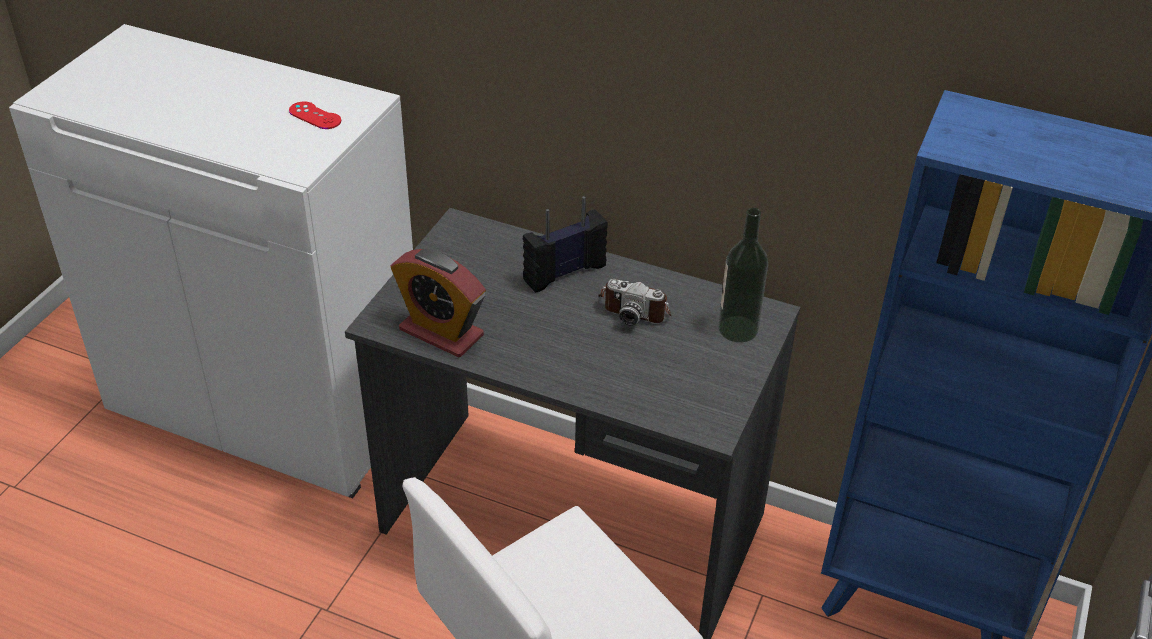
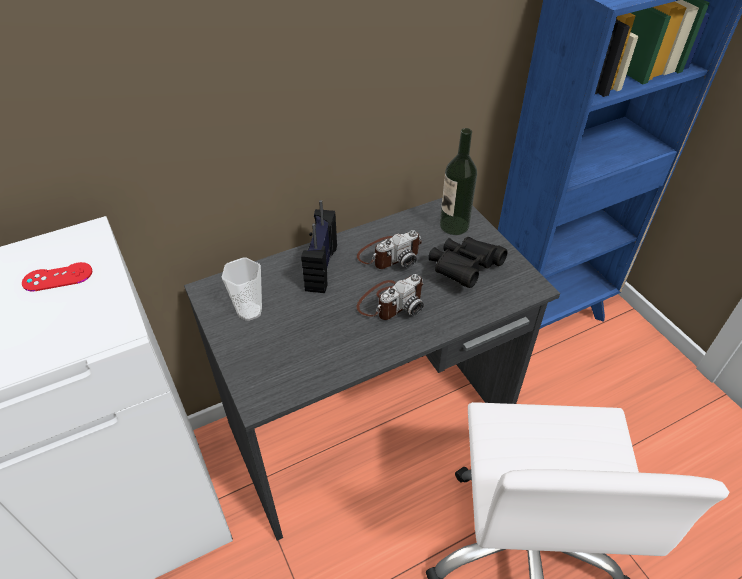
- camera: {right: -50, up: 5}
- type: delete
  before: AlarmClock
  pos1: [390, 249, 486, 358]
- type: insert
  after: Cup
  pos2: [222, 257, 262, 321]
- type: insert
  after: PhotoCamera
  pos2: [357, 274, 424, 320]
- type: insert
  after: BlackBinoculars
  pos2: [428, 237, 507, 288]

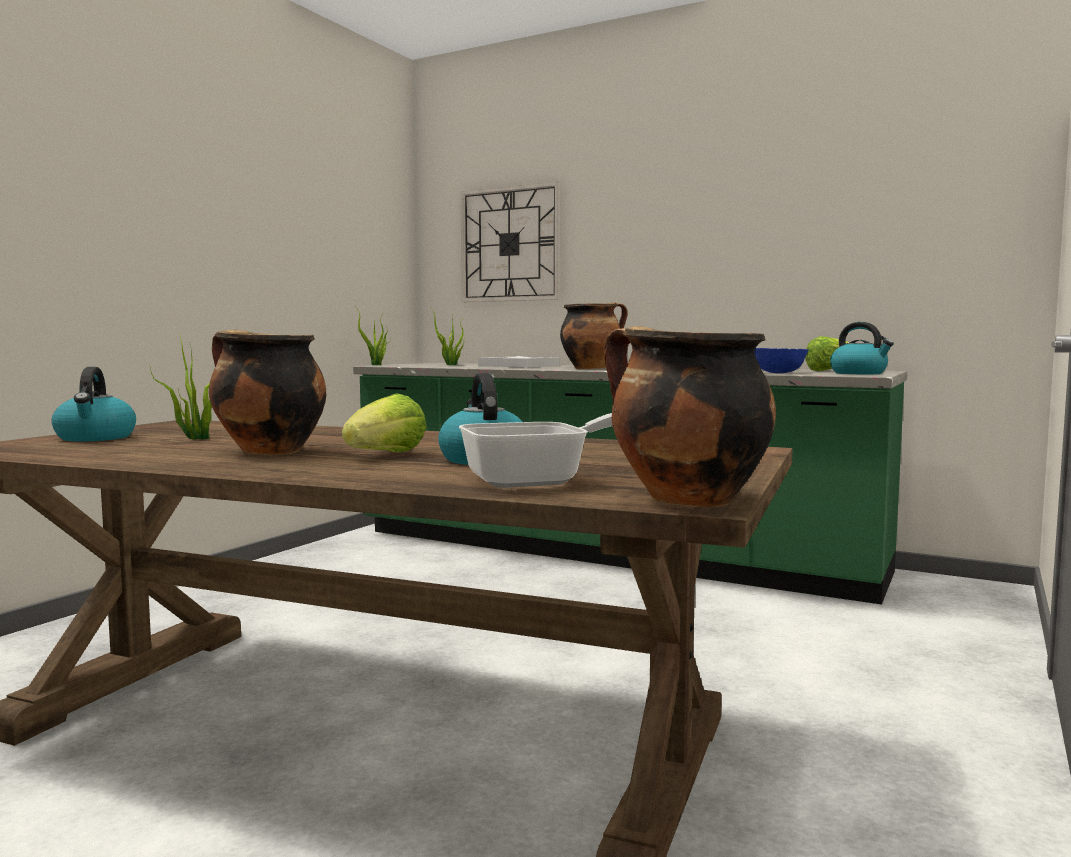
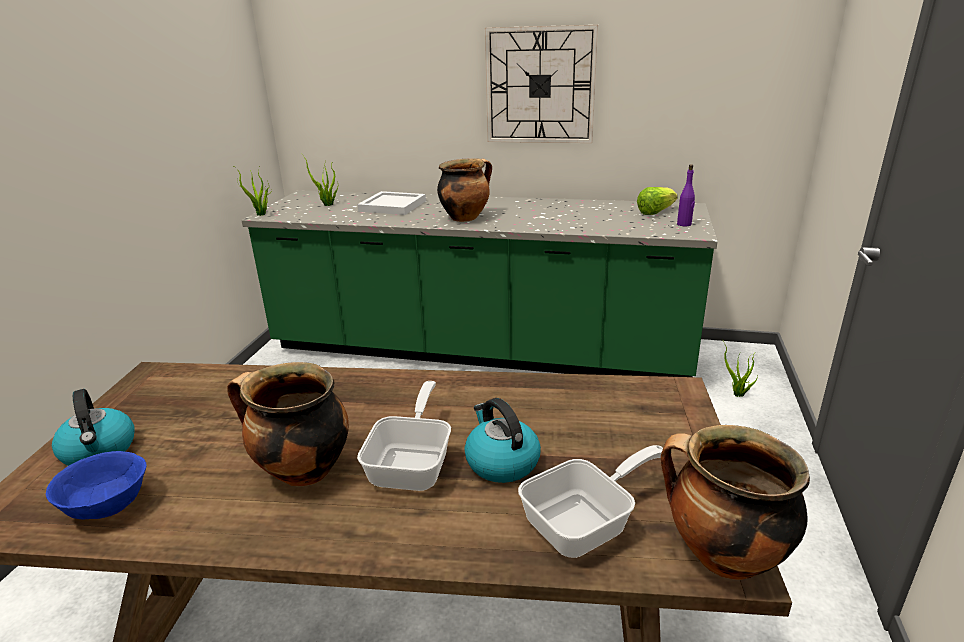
- camera: {right: -15, up: 20}
- type: move
  before: PottedPlant
  pos1: [150, 336, 212, 440]
  pos2: [722, 339, 759, 397]
- type: replace
  before: Lettuce
  after: FryingPan
  pos1: [342, 393, 427, 453]
  pos2: [357, 381, 451, 491]
- type: move
  before: WallClock
  pos1: [461, 181, 560, 302]
  pos2: [485, 25, 598, 143]
- type: move
  before: BlueBowl
  pos1: [754, 348, 809, 373]
  pos2: [46, 451, 147, 520]
- type: replace
  before: Kettle
  after: PurpleBottle
  pos1: [830, 322, 894, 374]
  pos2: [677, 164, 695, 227]

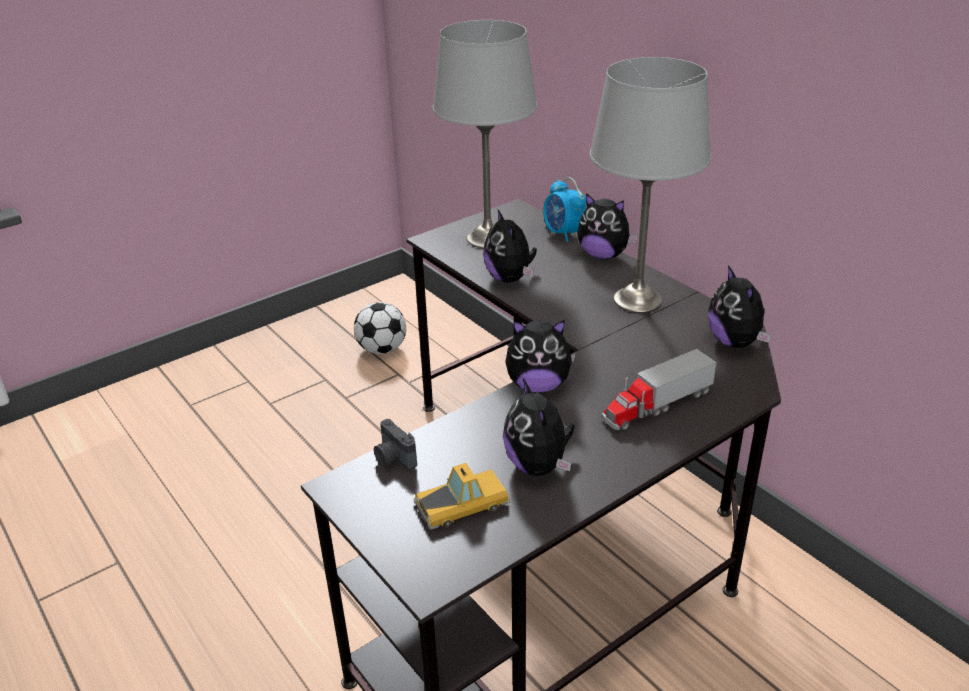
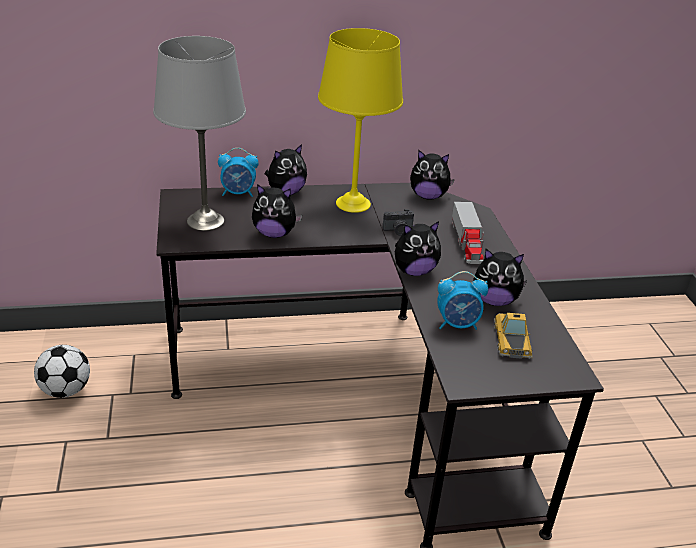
- camera: {right: -65, up: 0}
- type: move
  before: PhotoCamera
  pos1: [374, 419, 417, 470]
  pos2: [383, 209, 414, 236]
- type: rotate
  before: PlushToy
  pos1: [505, 320, 576, 393]
  pos2: [395, 221, 441, 276]
  turn: 45
- type: recolor
  before: GreyTableLamp
  after: YellowTableLamp
  pos1: [590, 57, 711, 312]
  pos2: [318, 28, 403, 213]
- type: insert
  after: AlarmClock
  pos2: [437, 271, 488, 330]

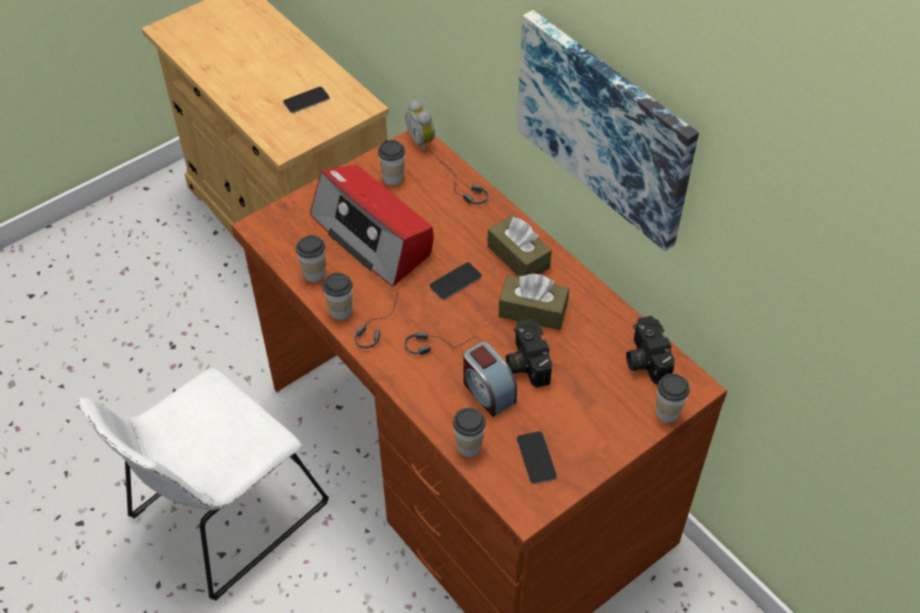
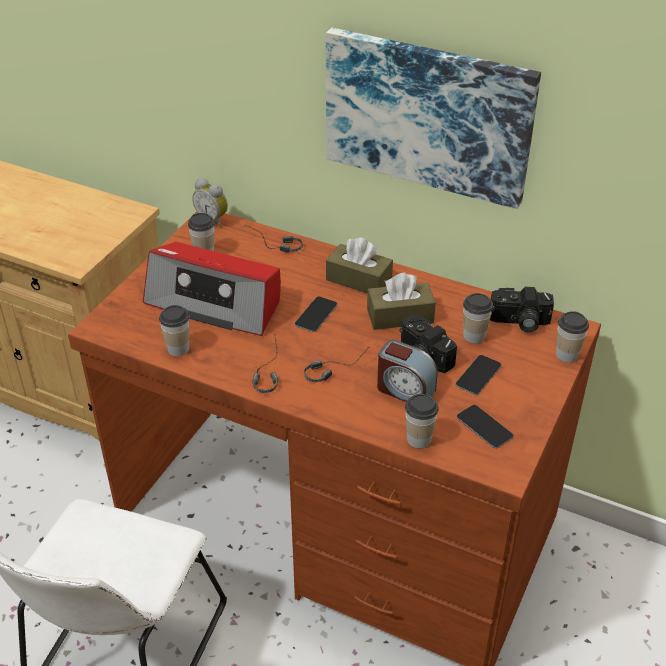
- camera: {right: -25, up: -10}
- type: move
  before: Phone
  pos1: [283, 87, 330, 113]
  pos2: [456, 355, 501, 395]
- type: move
  before: Cup
  pos1: [323, 273, 353, 320]
  pos2: [463, 293, 493, 343]
- type: rotate
  before: PhotoCamera
  pos1: [626, 316, 675, 385]
  pos2: [490, 287, 554, 332]
  turn: -45

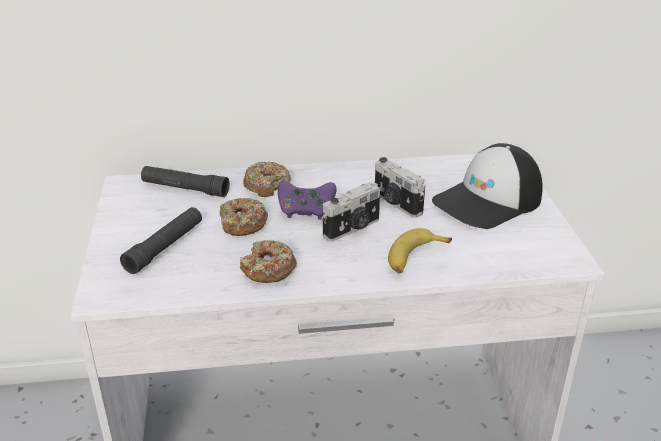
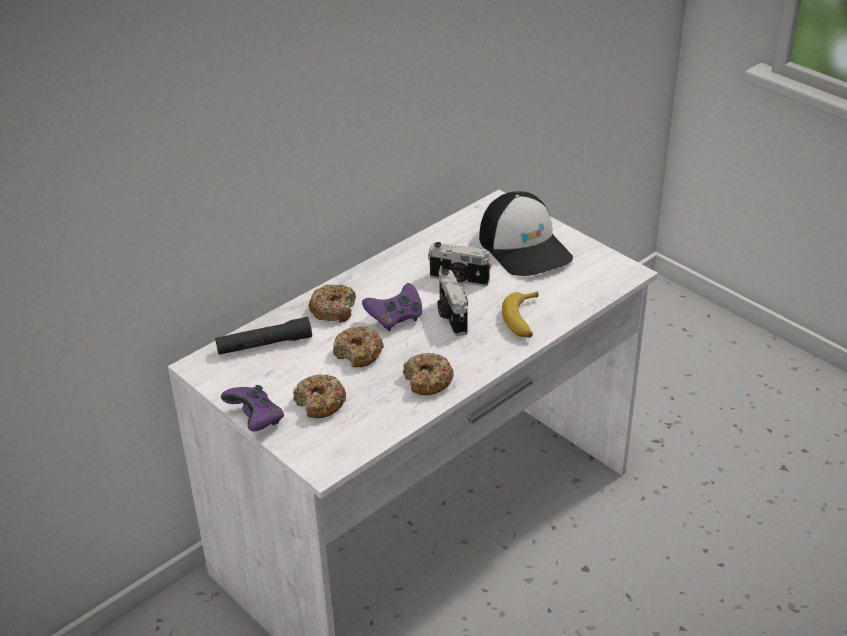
- camera: {right: -35, up: 5}
- type: replace
  before: BlackFlashlight
  after: Donut
  pos1: [120, 207, 202, 274]
  pos2: [293, 374, 346, 418]
- type: rotate
  before: PhotoCamera
  pos1: [322, 182, 380, 242]
  pos2: [437, 269, 468, 336]
  turn: 150
- type: rotate
  before: Cap
  pos1: [432, 143, 543, 229]
  pos2: [479, 191, 573, 276]
  turn: -45
- type: insert
  after: PurpleGameController
  pos2: [221, 385, 284, 431]

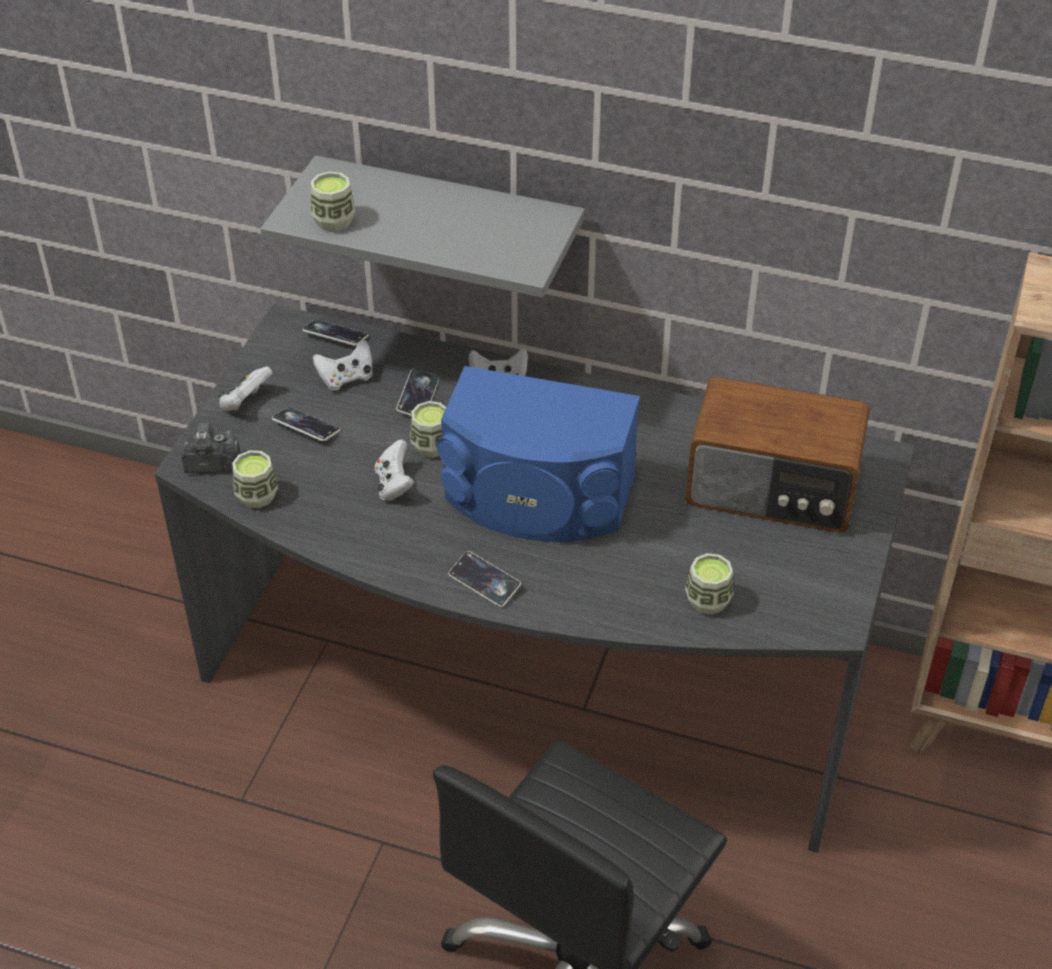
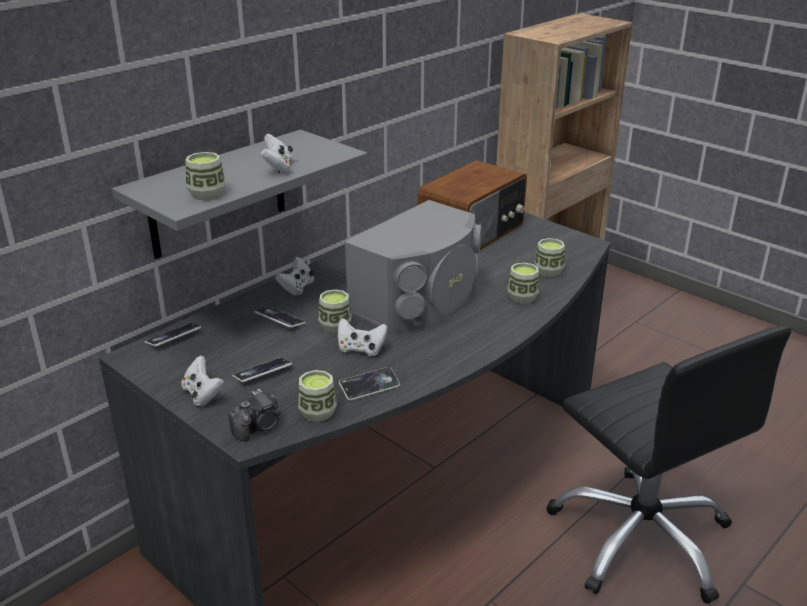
- camera: {right: -65, up: -15}
- type: rotate
  before: PhotoCamera
  pos1: [181, 422, 241, 474]
  pos2: [228, 389, 281, 442]
  turn: -150
- type: move
  before: WhiteGameController
  pos1: [313, 339, 373, 390]
  pos2: [260, 134, 293, 173]
- type: recolor
  before: BlueSpeaker
  after: GreySpeaker
  pos1: [437, 366, 640, 542]
  pos2: [345, 200, 482, 334]
- type: move
  before: Phone
  pos1: [448, 551, 521, 607]
  pos2: [339, 367, 400, 401]
- type: insert
  after: Cup
  pos2: [508, 262, 539, 304]

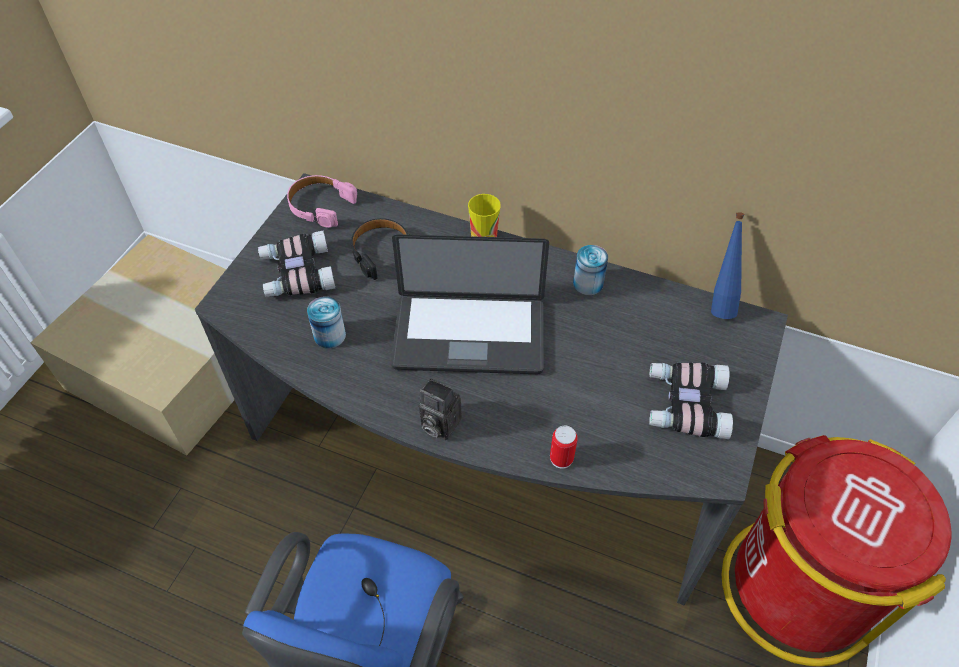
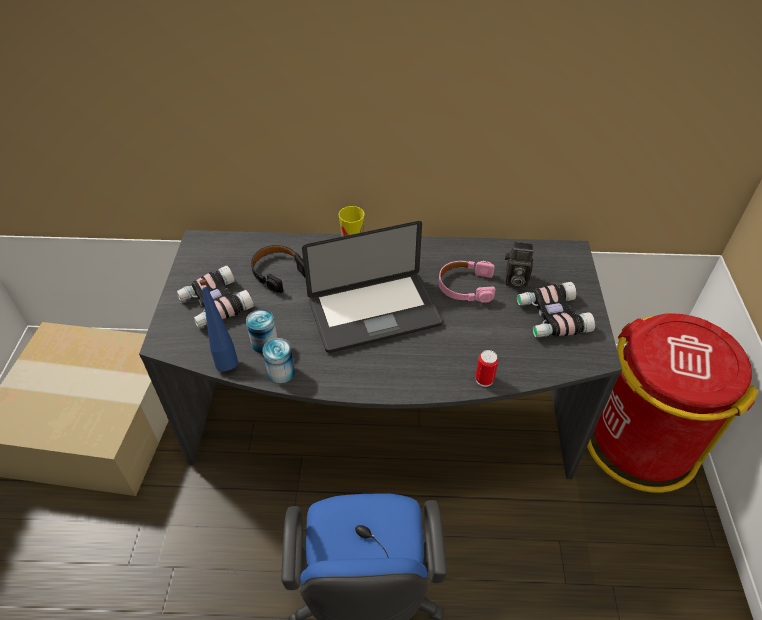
- camera: {right: -20, up: -5}
- type: move
  before: PinkHeadphones
  pos1: [287, 175, 357, 228]
  pos2: [439, 261, 495, 303]
- type: move
  before: PhotoCamera
  pos1: [419, 378, 462, 441]
  pos2: [505, 242, 534, 288]
- type: move
  before: Can
  pos1: [573, 245, 608, 295]
  pos2: [262, 338, 295, 384]
- type: move
  before: BlueBottle
  pos1: [711, 212, 745, 319]
  pos2: [199, 279, 238, 371]

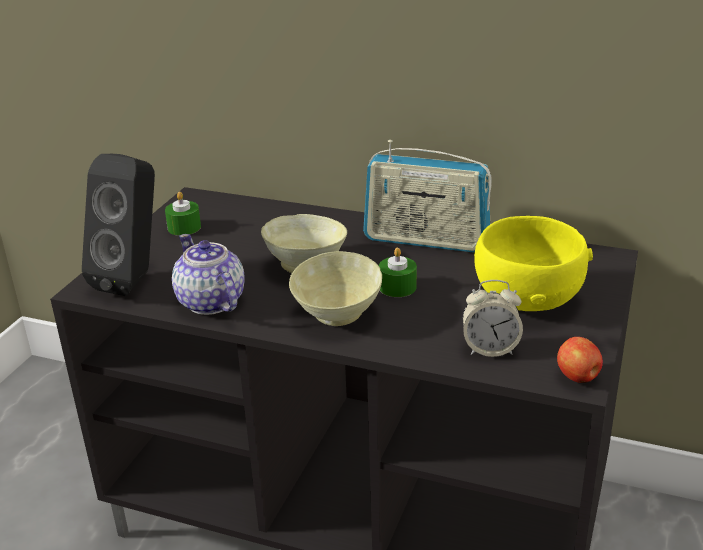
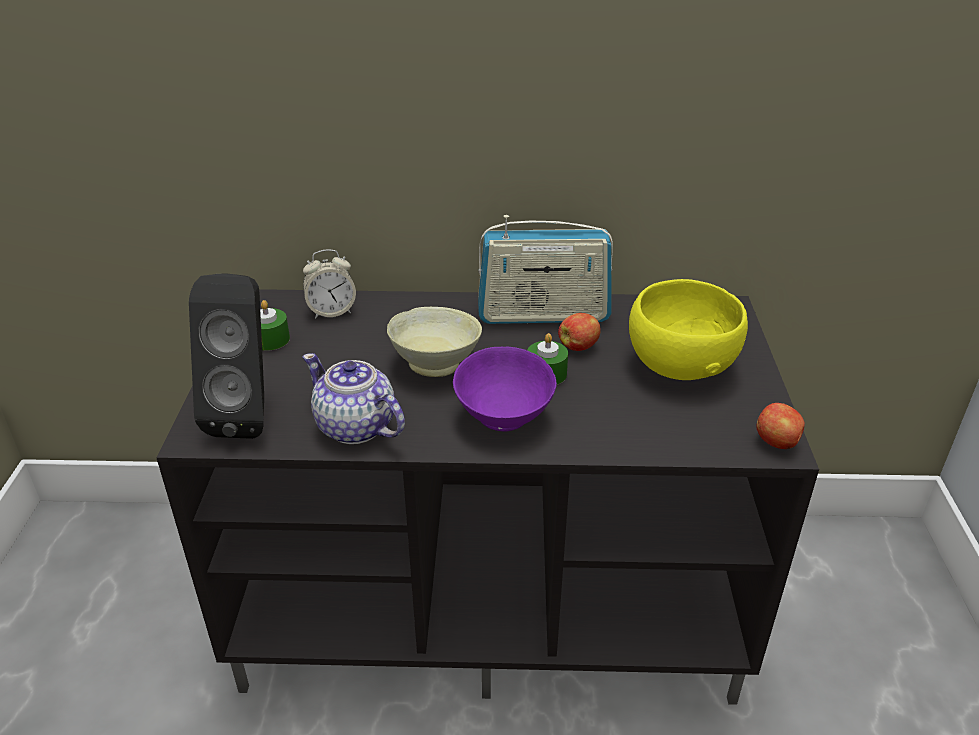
- camera: {right: -20, up: 5}
- type: recolor
  before: BeigeBowl
  after: PurpleBowl
  pos1: [289, 251, 382, 326]
  pos2: [453, 347, 557, 431]
- type: move
  before: AlarmClock
  pos1: [463, 280, 523, 357]
  pos2: [303, 249, 356, 319]
- type: insert
  after: Apple
  pos2: [558, 313, 601, 351]

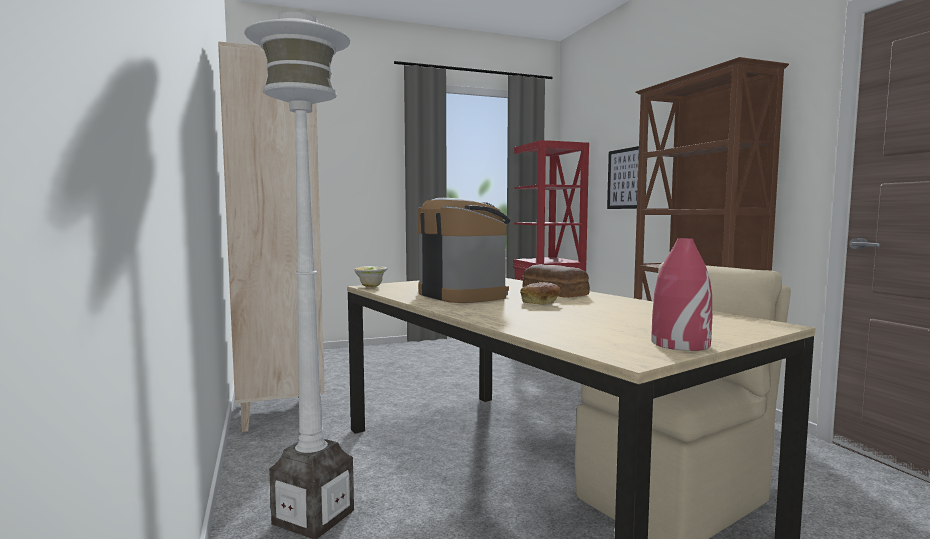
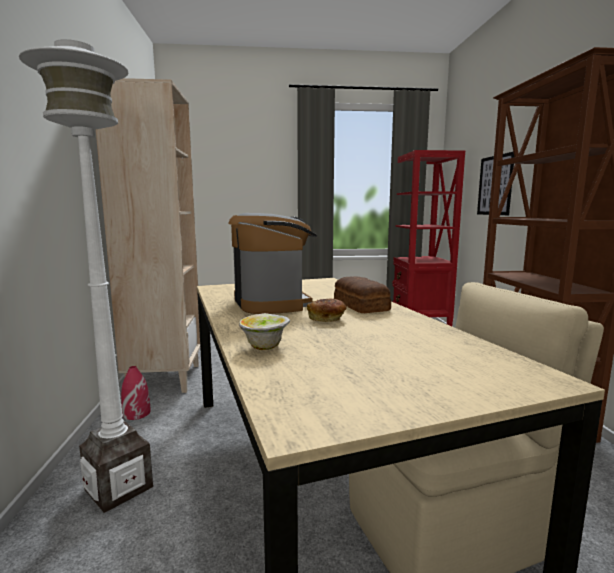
- camera: {right: 15, up: 5}
- type: move
  before: Bowl
  pos1: [354, 266, 388, 287]
  pos2: [239, 313, 290, 350]
- type: move
  before: RedVase
  pos1: [652, 238, 712, 351]
  pos2: [121, 366, 151, 420]

